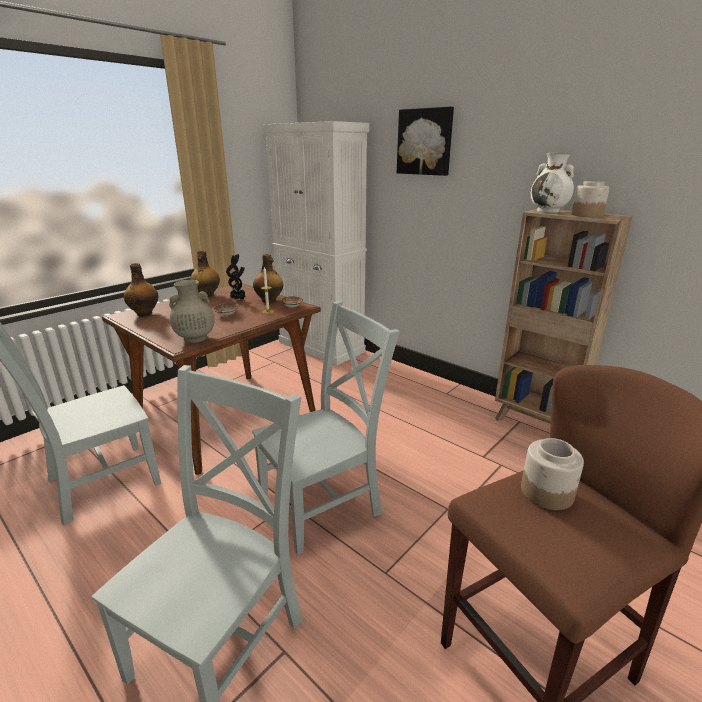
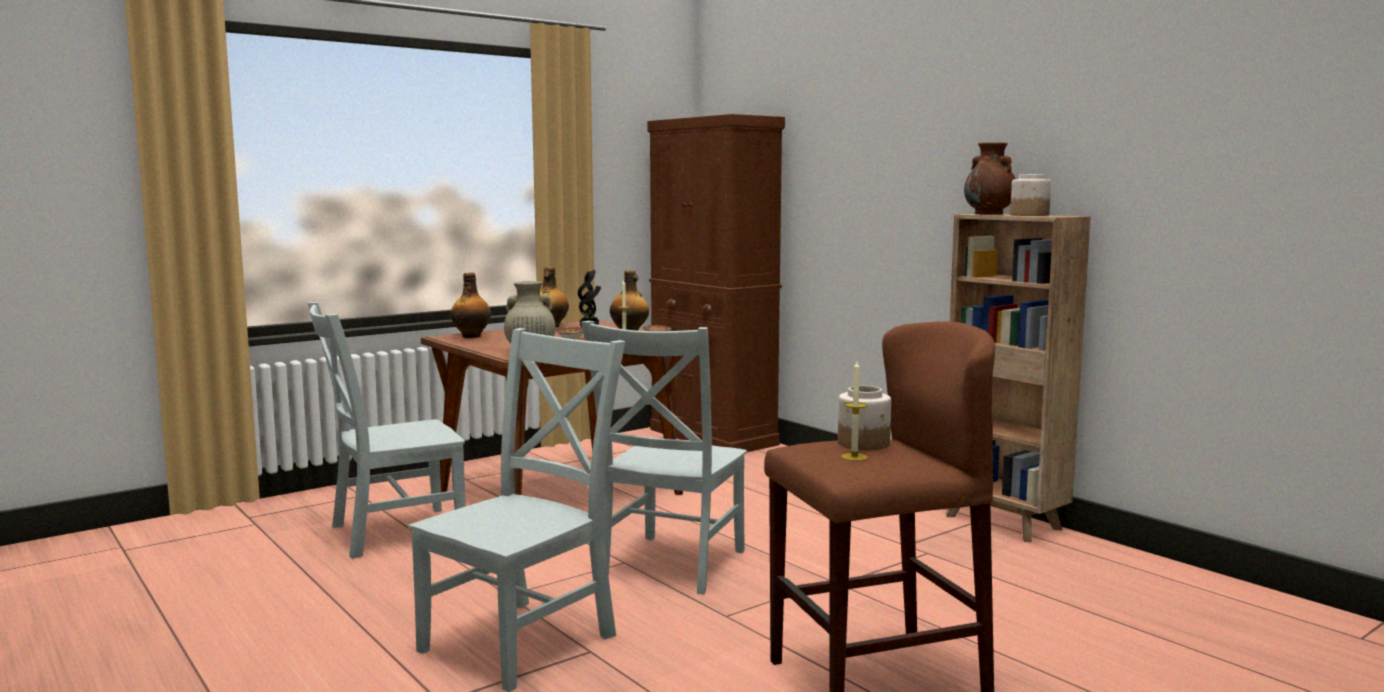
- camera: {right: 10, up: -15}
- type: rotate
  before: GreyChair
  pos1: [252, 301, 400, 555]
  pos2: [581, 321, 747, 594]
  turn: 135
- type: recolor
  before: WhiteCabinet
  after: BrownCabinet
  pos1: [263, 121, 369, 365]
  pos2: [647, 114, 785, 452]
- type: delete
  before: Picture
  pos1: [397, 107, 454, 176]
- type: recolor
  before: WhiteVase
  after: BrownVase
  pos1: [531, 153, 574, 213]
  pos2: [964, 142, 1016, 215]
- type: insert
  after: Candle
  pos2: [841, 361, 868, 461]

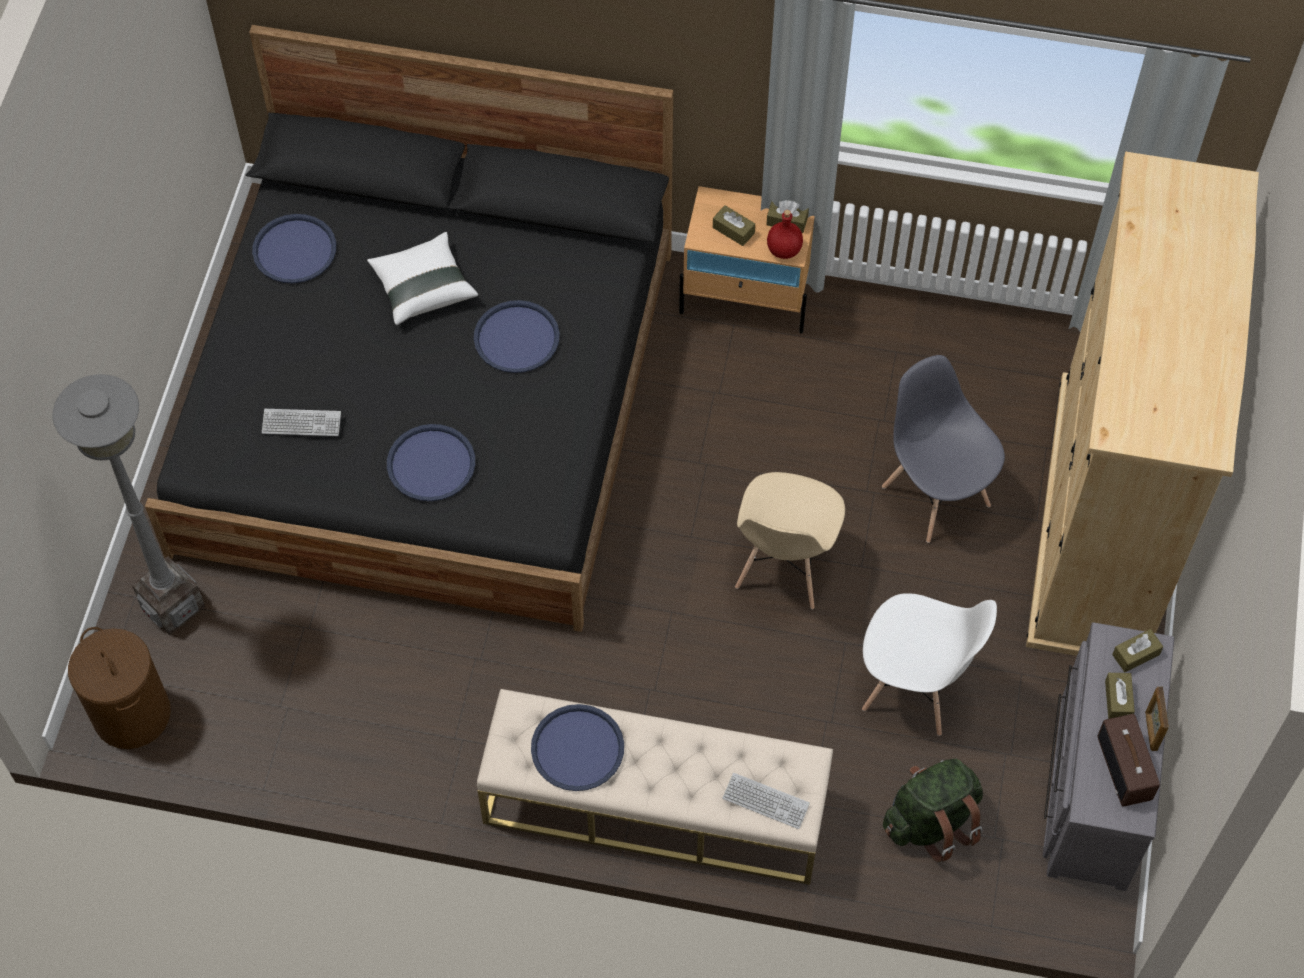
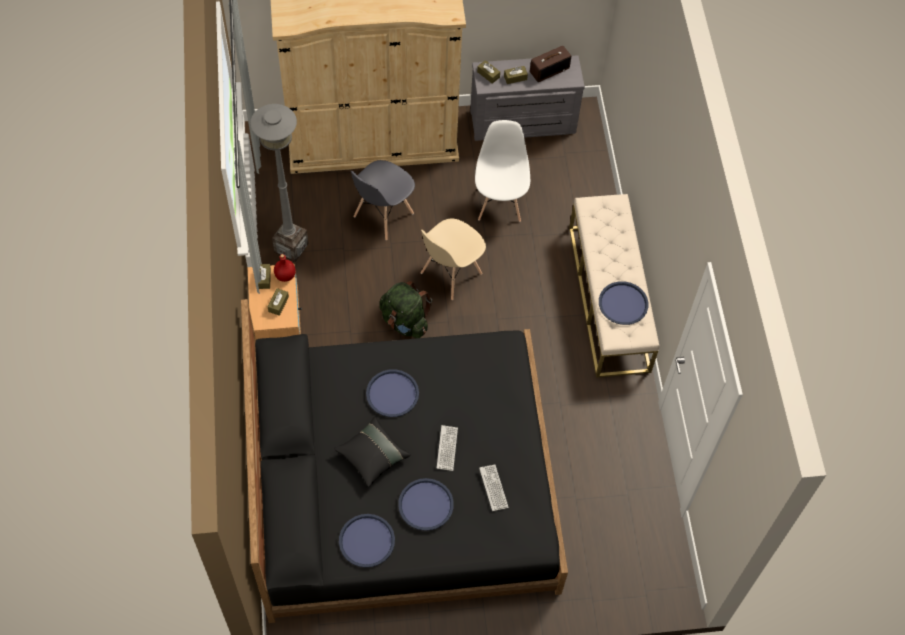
- camera: {right: -110, up: 0}
- type: move
  before: GreyFloorLamp
  pos1: [52, 374, 205, 635]
  pos2: [250, 104, 308, 262]
- type: delete
  before: BrownLaundryBasket
  pos1: [68, 627, 171, 749]
- type: recolor
  before: WhitePillow
  after: BlackPillow
  pos1: [367, 232, 478, 325]
  pos2: [334, 417, 411, 487]
- type: move
  before: BlueTray
  pos1: [387, 424, 475, 501]
  pos2: [398, 478, 454, 531]
- type: move
  before: Keyboard
  pos1: [722, 773, 810, 829]
  pos2: [437, 425, 458, 471]
- type: rotate
  before: BeigeChair
  pos1: [735, 472, 845, 609]
  pos2: [421, 218, 486, 300]
  turn: 135
- type: move
  before: GreenBackpack
  pos1: [883, 759, 983, 862]
  pos2: [379, 281, 432, 338]
- type: delete
  before: PictureFrame
  pos1: [1145, 687, 1169, 751]

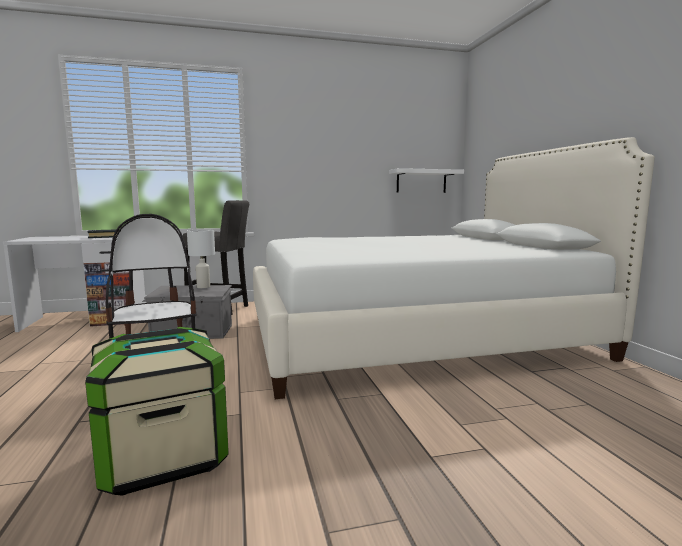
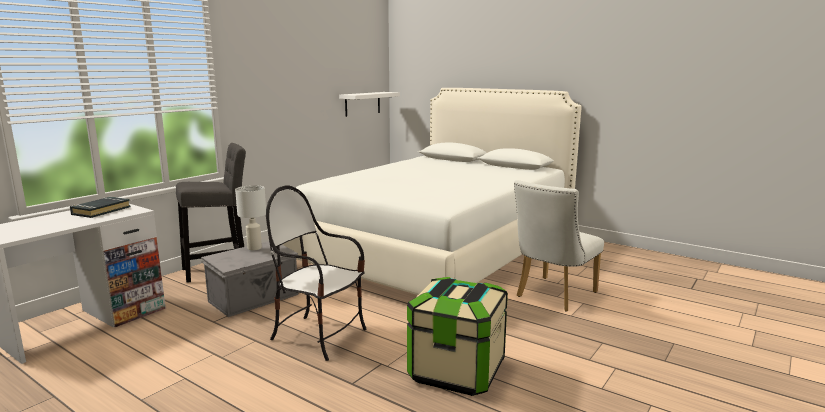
- camera: {right: -40, up: 5}
- type: insert
  after: WhiteChair
  pos2: [514, 180, 604, 312]

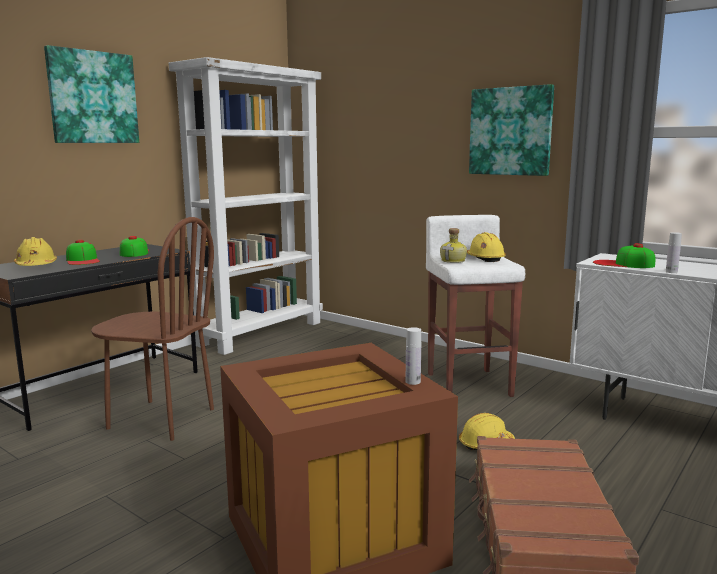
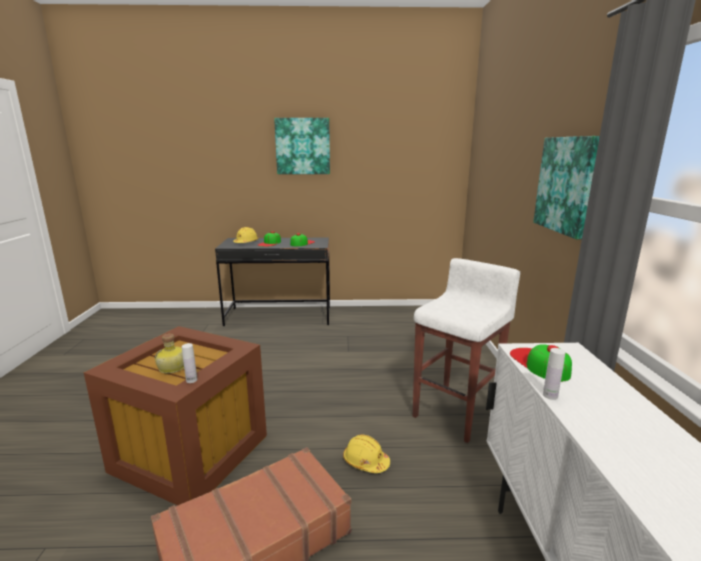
- camera: {right: 50, up: 5}
- type: delete
  before: BrownChair
  pos1: [91, 217, 214, 441]
- type: delete
  before: WhiteBookcase
  pos1: [169, 57, 323, 355]
- type: move
  before: Bottle
  pos1: [440, 228, 467, 263]
  pos2: [155, 334, 184, 373]
- type: delete
  before: YellowHardHat
  pos1: [467, 232, 506, 262]

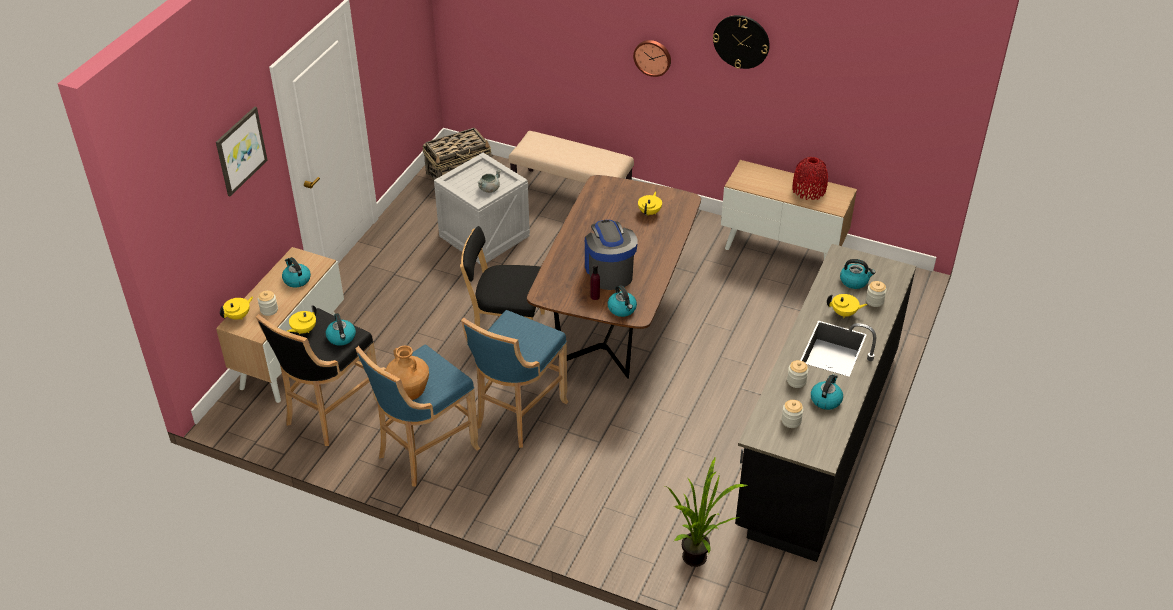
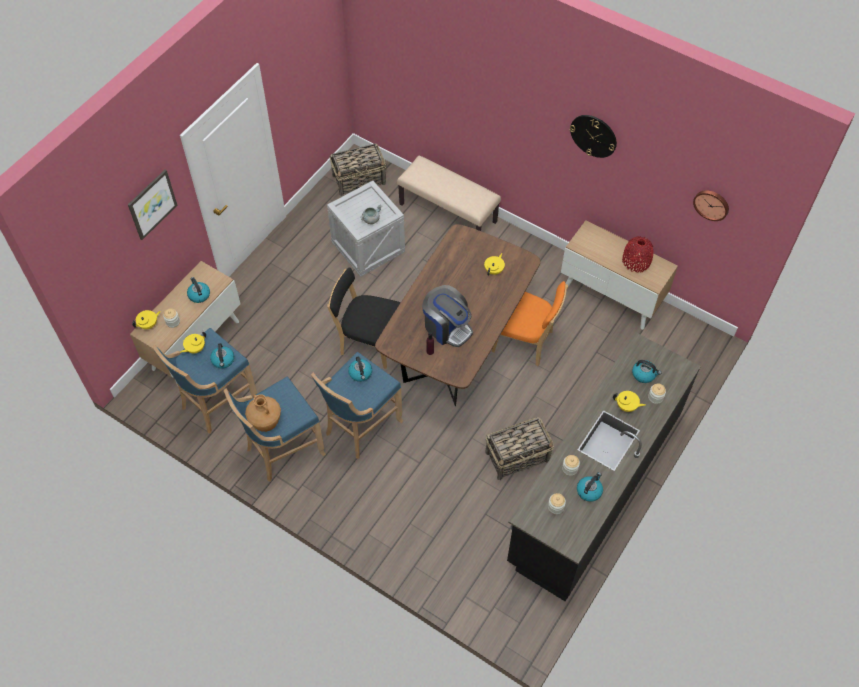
- camera: {right: 10, up: 15}
- type: recolor
  before: BlackStool
  after: BlueStool
  pos1: [256, 308, 377, 446]
  pos2: [153, 328, 257, 434]
- type: rotate
  before: CoffeeMachine
  pos1: [585, 220, 638, 290]
  pos2: [422, 285, 473, 347]
  turn: 135
- type: move
  before: Kettle
  pos1: [608, 285, 637, 317]
  pos2: [348, 356, 372, 382]
- type: move
  before: WallClock
  pos1: [633, 40, 671, 77]
  pos2: [693, 190, 729, 221]
- type: delete
  before: PottedPlant
  pos1: [664, 458, 749, 567]
- type: insert
  after: Basket
  pos2: [485, 417, 554, 480]
- type: insert
  after: OrangeChair
  pos2: [492, 281, 568, 366]

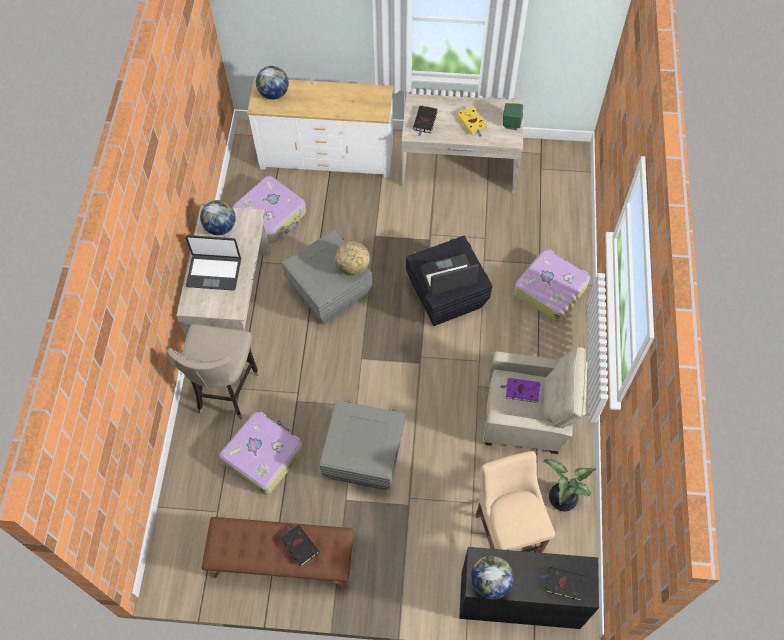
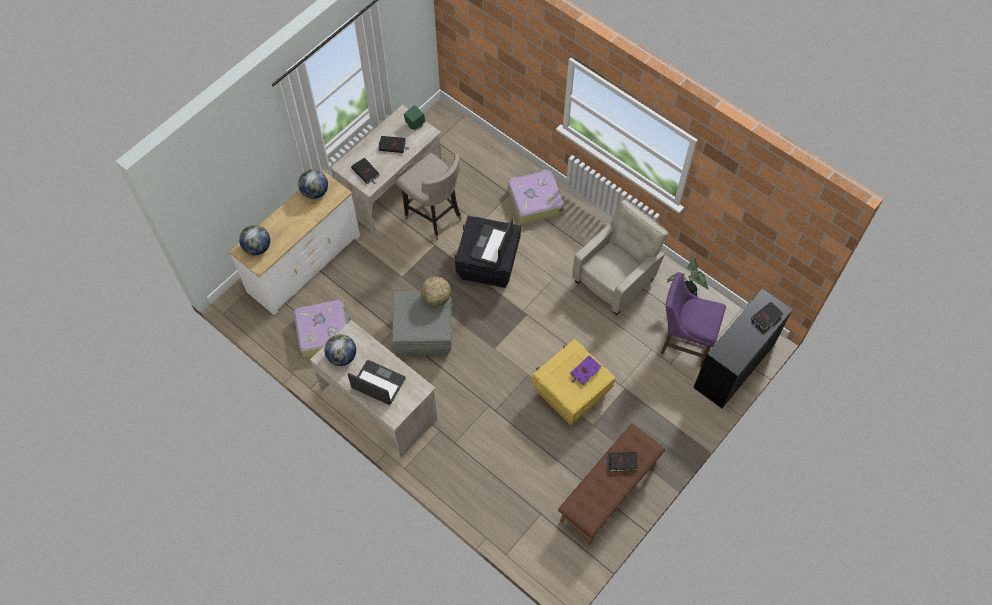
- camera: {right: -55, up: 0}
- type: move
  before: BeigeStool
  pos1: [167, 324, 259, 420]
  pos2: [396, 153, 462, 241]
- type: rotate
  before: Laptop
  pos1: [185, 235, 241, 290]
  pos2: [348, 360, 406, 405]
  turn: -105
- type: delete
  before: Suitcase
  pos1: [220, 412, 303, 495]
- type: recolor
  before: GreyStorageBox
  after: YellowStorageBox
  pos1: [319, 400, 405, 490]
  pos2: [532, 339, 615, 425]
- type: recolor
  before: YellowBook
  after: BlackBook
  pos1: [456, 106, 487, 137]
  pos2: [379, 136, 409, 153]
- type: move
  before: Globe
  pos1: [471, 555, 514, 600]
  pos2: [298, 169, 328, 199]
- type: recolor
  before: BeigeChair
  after: PurpleChair
  pos1: [476, 451, 555, 553]
  pos2: [661, 272, 726, 367]
- type: move
  before: PurpleBook
  pos1: [500, 378, 540, 403]
  pos2: [570, 356, 602, 385]

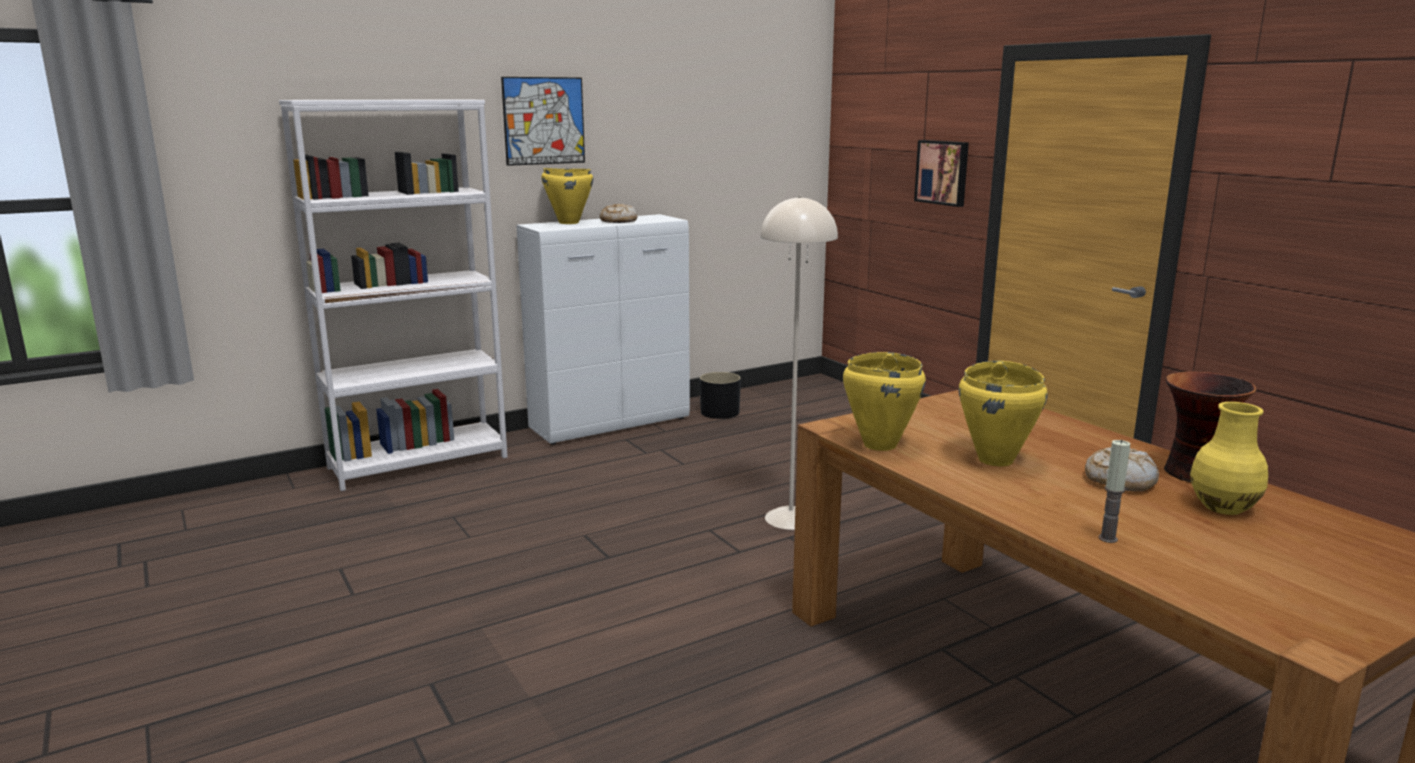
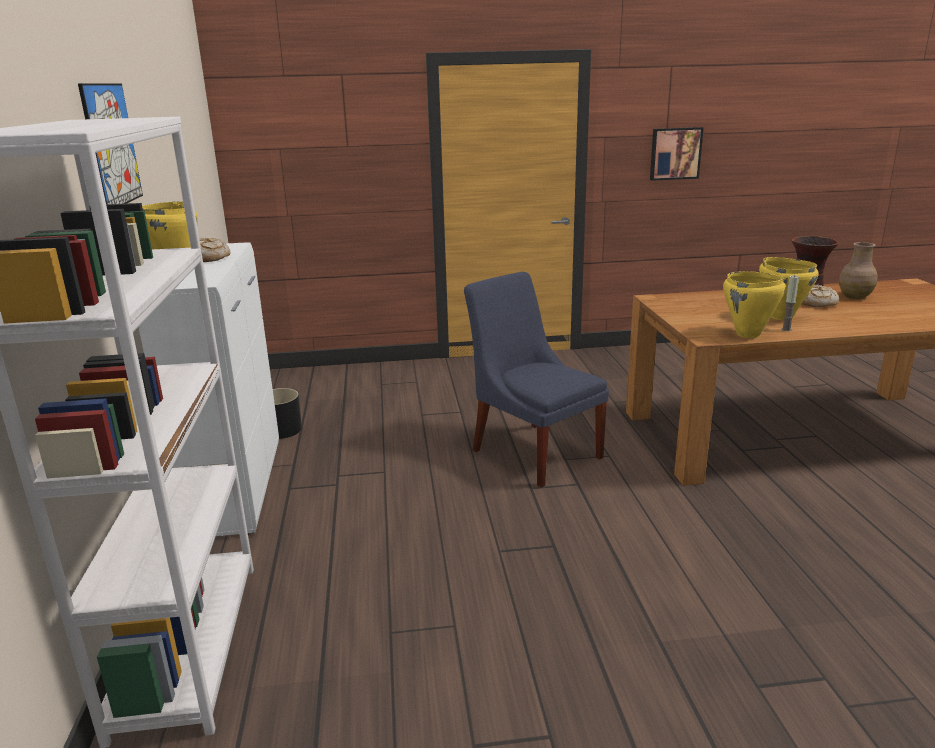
- camera: {right: -65, up: 5}
- type: replace
  before: BeigeFloorLamp
  after: BlueChair
  pos1: [760, 195, 838, 530]
  pos2: [464, 272, 609, 488]
- type: move
  before: Picture
  pos1: [914, 140, 969, 207]
  pos2: [650, 127, 704, 181]
- type: move
  before: Candle
  pos1: [1098, 440, 1130, 543]
  pos2: [781, 275, 799, 331]
- type: recolor
  before: YellowVase
  after: BrownVase
  pos1: [1190, 402, 1268, 515]
  pos2: [839, 242, 878, 299]

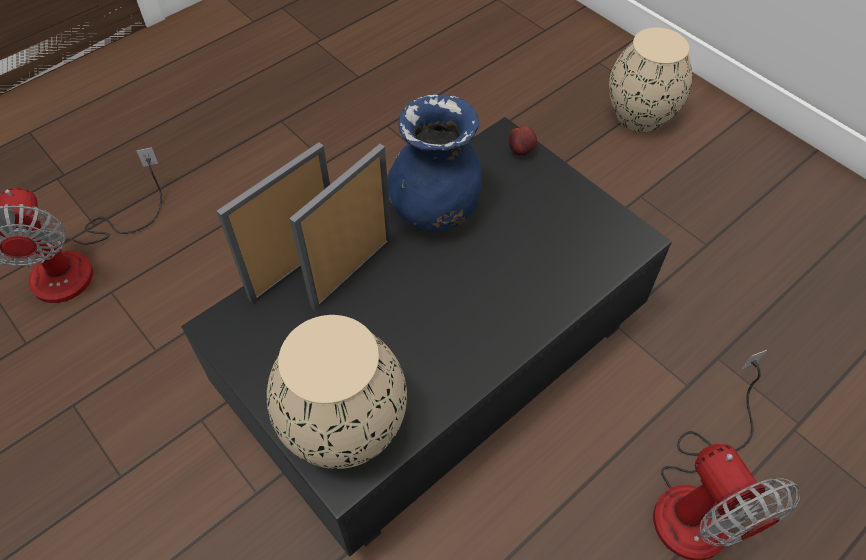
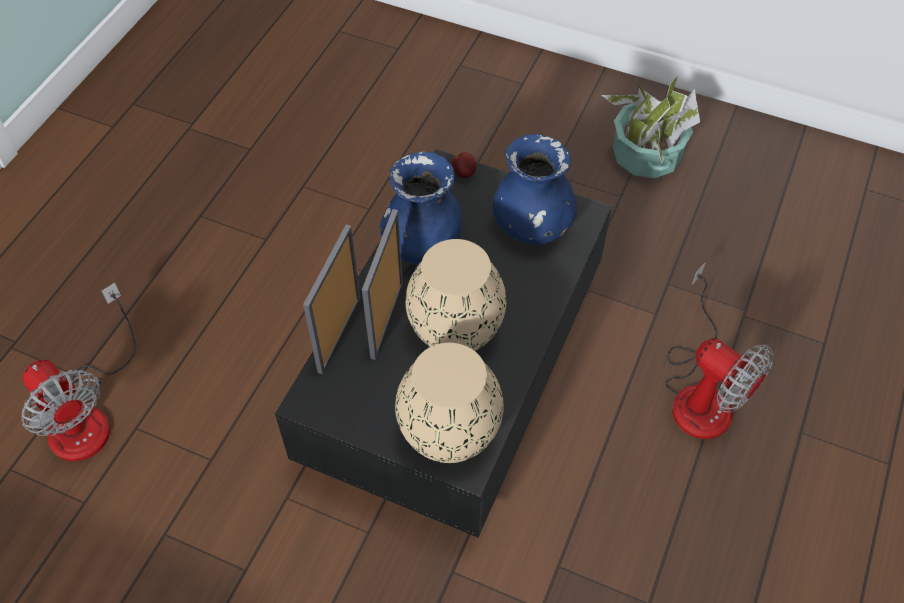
- camera: {right: -25, up: 0}
- type: move
  before: BeigeVase
  pos1: [609, 27, 692, 132]
  pos2: [405, 239, 506, 351]
- type: insert
  after: BlueVase
  pos2: [493, 134, 577, 245]
- type: insert
  after: PottedPlant
  pos2: [602, 77, 700, 178]

